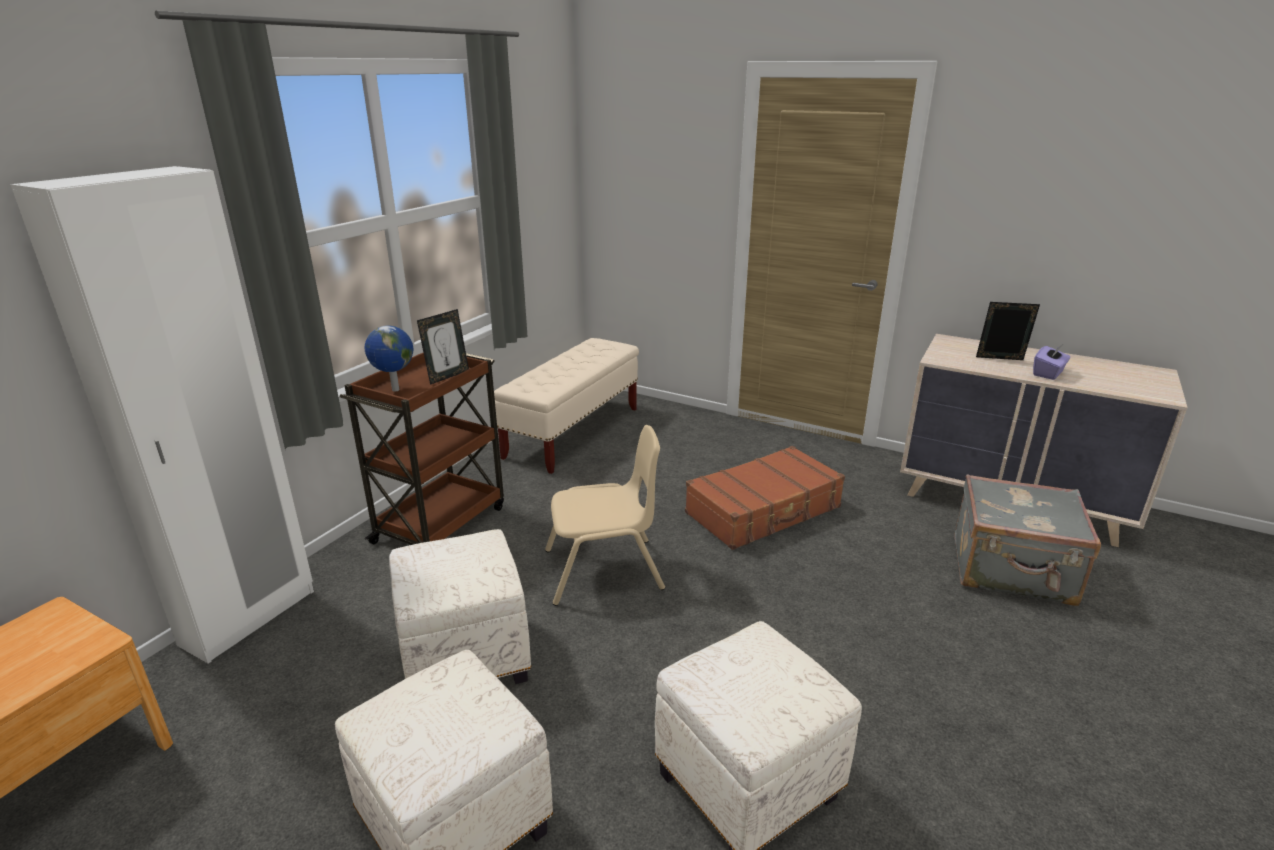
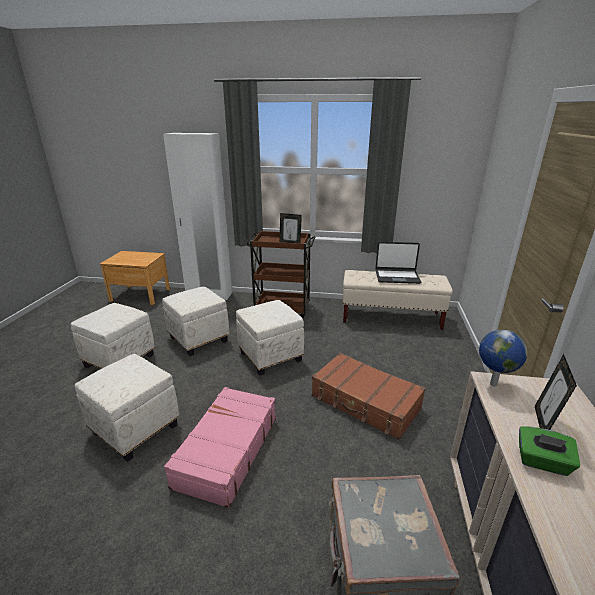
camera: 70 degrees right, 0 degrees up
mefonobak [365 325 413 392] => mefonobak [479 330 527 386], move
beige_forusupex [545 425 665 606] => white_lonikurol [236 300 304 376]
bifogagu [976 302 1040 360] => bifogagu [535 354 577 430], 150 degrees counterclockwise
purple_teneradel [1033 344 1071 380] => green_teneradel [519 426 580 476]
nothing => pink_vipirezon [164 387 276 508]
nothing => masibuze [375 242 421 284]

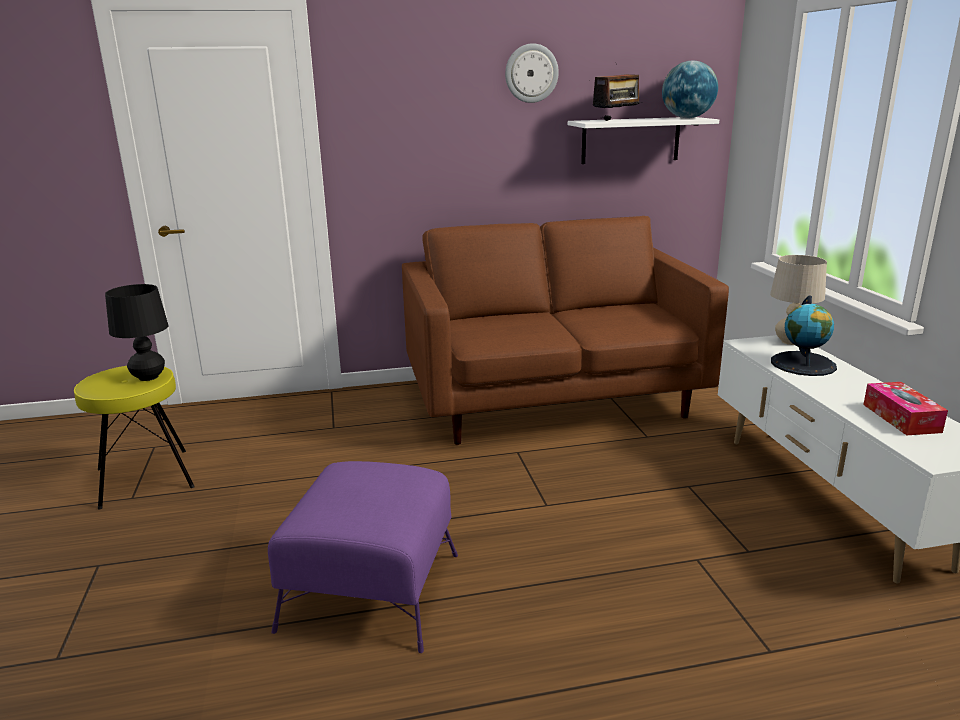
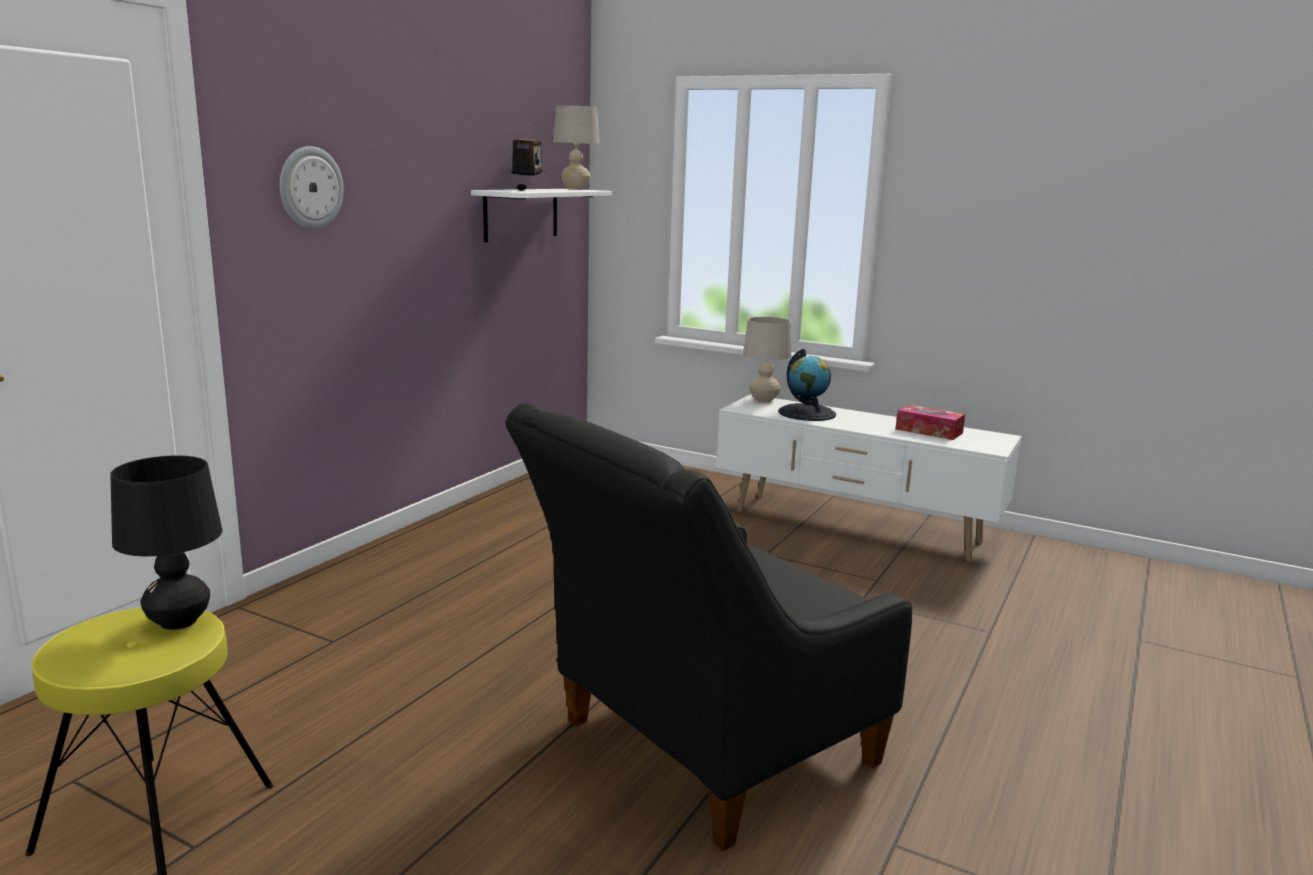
camera: 50 degrees left, 5 degrees down
purple_lonikurol [268 461 458 653] => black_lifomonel [505 403 912 851]
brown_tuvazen [402 216 729 445] => nothing
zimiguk [505 43 559 103] => zimiguk [280 146 344 229], move
mefonobak [662 60 718 118] => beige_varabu [553 105 600 190]

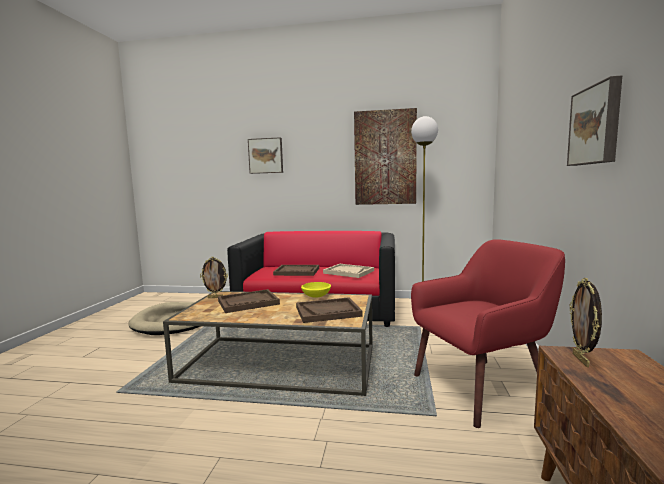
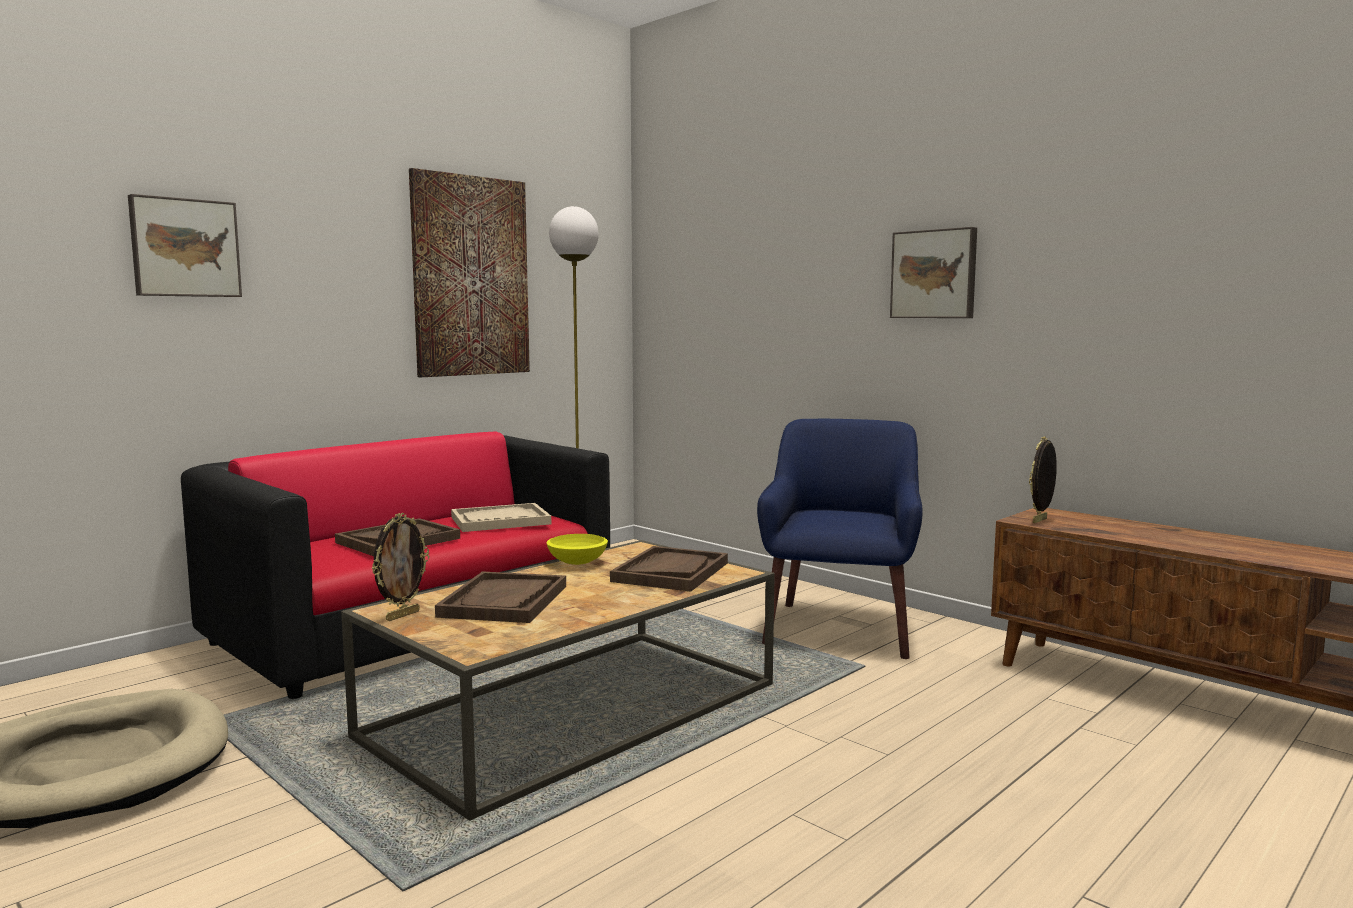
camera: 55 degrees left, 0 degrees up
red_lifomonel [411 239 565 428] => blue_lifomonel [757 419 923 659]
bifogagu [570 278 602 367] => bifogagu [1029 437 1057 523], 90 degrees clockwise

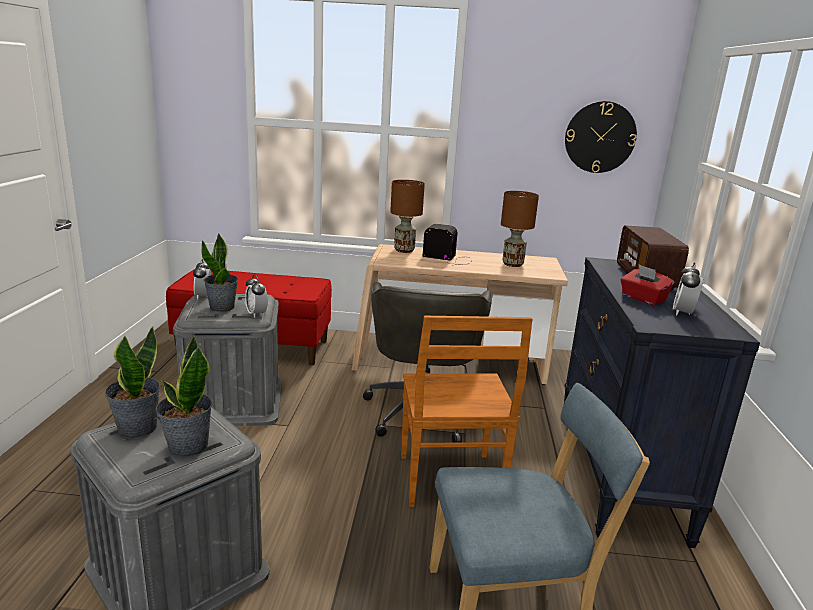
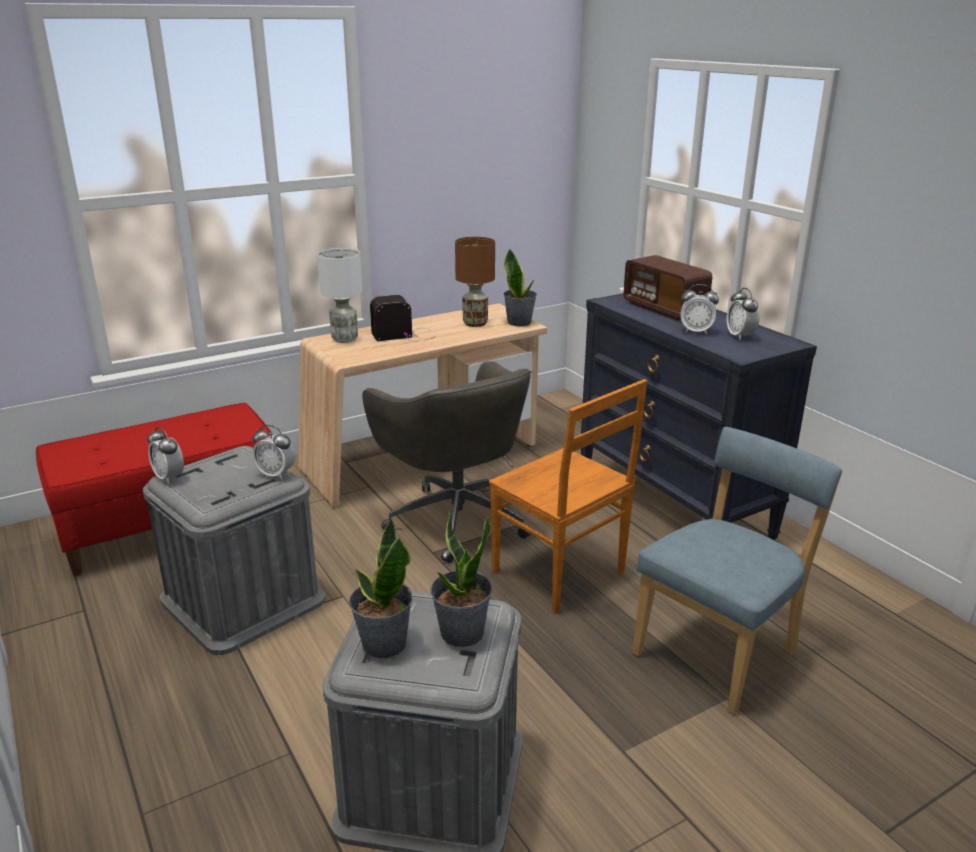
camera: 35 degrees left, 5 degrees up
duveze [201 234 238 312] => duveze [504 248 537 327], move
brown_varabu [390 180 425 253] => white_varabu [317 248 362 343]
zimiguk [565 101 637 173] => nothing
red_teneradel [621 265 674 305] => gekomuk [681 284 719 334]

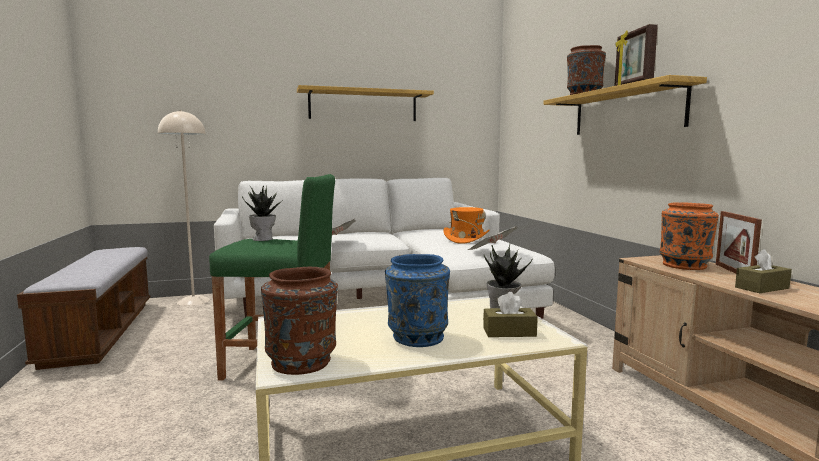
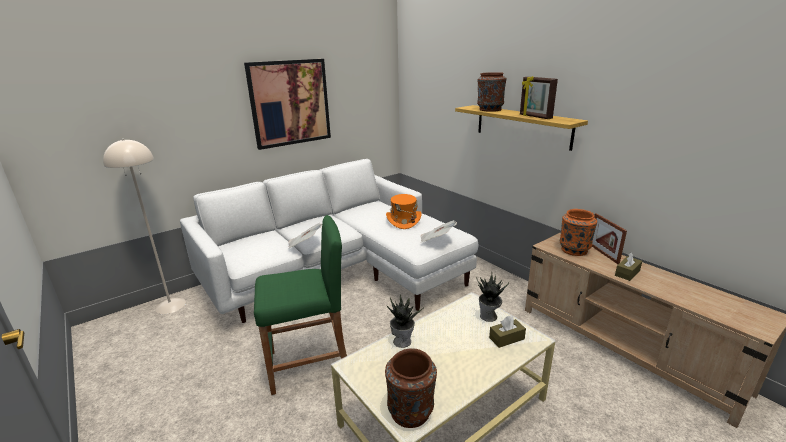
camera: 20 degrees left, 15 degrees up
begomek [17 247 150 370] => nothing
duveze [242 185 284 241] => duveze [387 294 422 348], move
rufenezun [297 85 434 121] => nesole [244 59 331 150]
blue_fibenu [385 254 450 347] => nothing

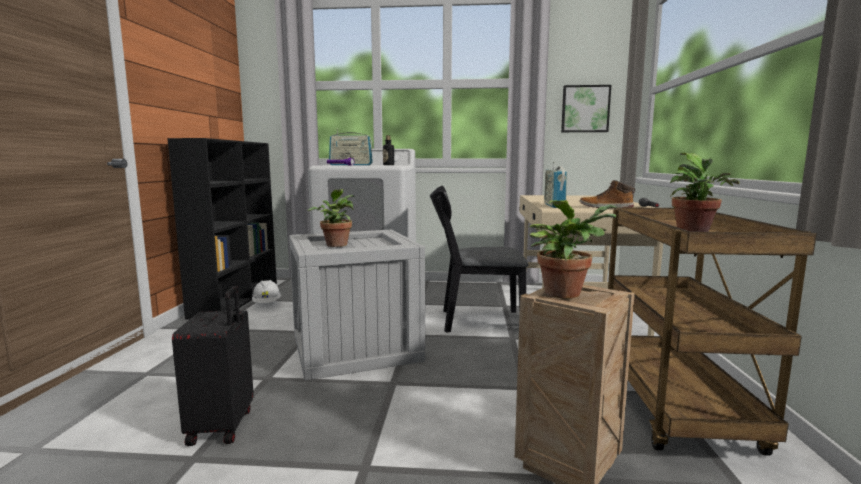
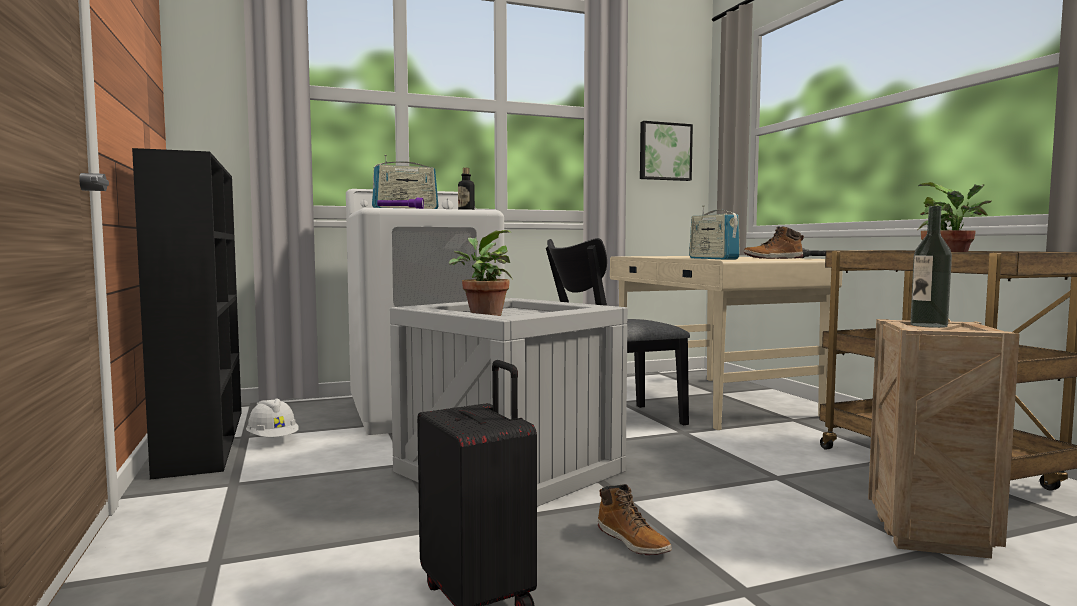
camera: 25 degrees left, 5 degrees down
duveze [529 200 617 299] => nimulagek [910 206 952 328]
nothing => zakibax [598 484 672 555]

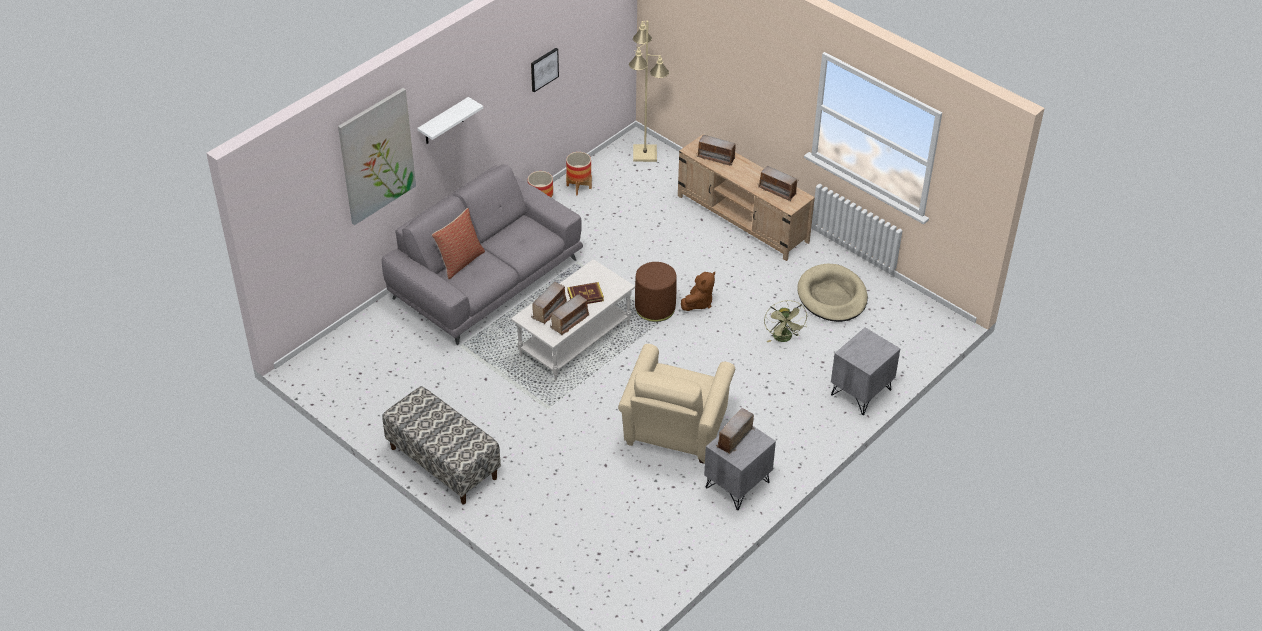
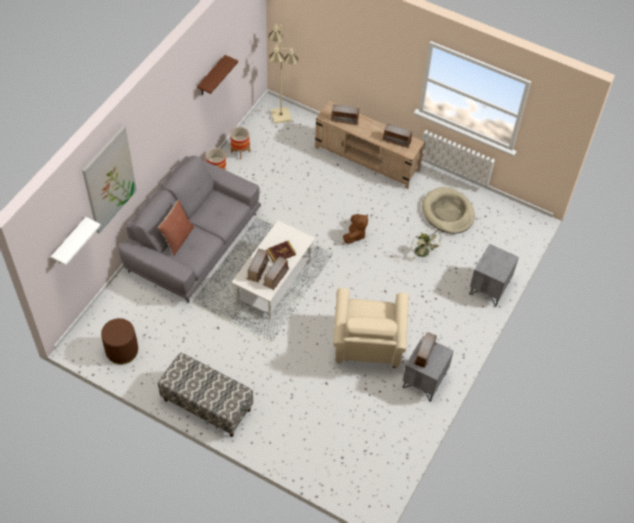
camera: 15 degrees left, 10 degrees up
white_rufenezun [417 97 483 144] => white_rufenezun [51 217 101 265], move
nesole [531 48 559 92] => brown_rufenezun [197 55 238 95]
brown_lonikurol [635 262 677 322] => brown_lonikurol [101 318 138 365], move

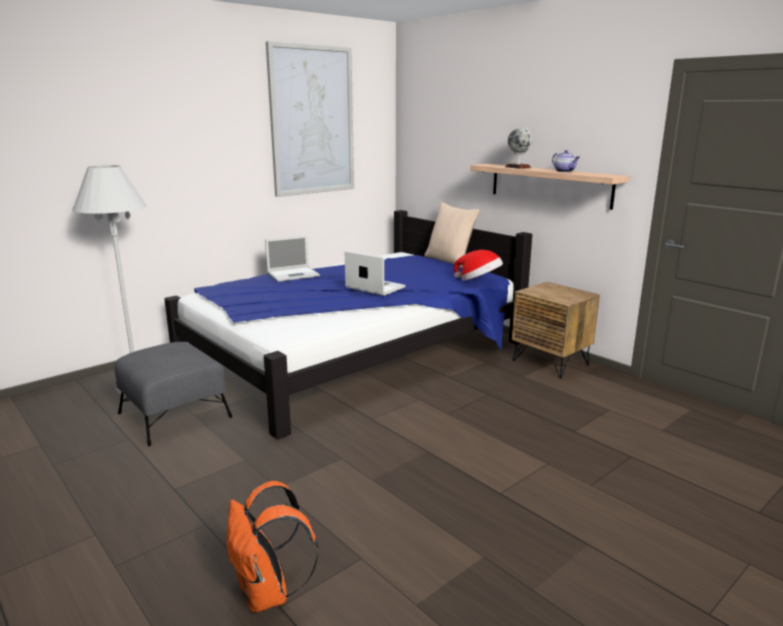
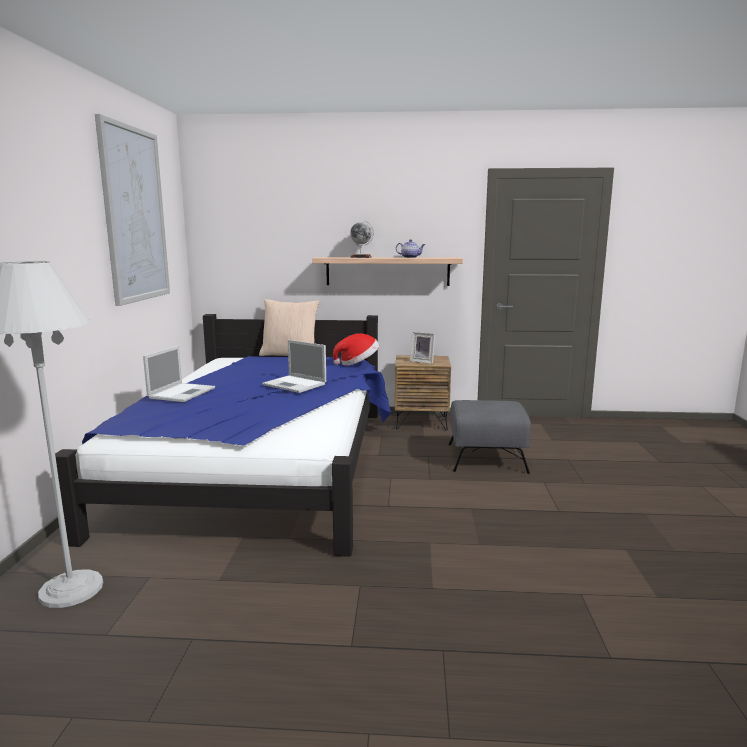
camera: 45 degrees left, 5 degrees down
grey_lonikurol [115 342 232 446] => grey_lonikurol [448 400 531 474], move
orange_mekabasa [226 481 319 613] => nothing
masibuze [345 251 405 296] => masibuze [262 340 326 393], 135 degrees counterclockwise
nothing => bifogagu [410 332 435 364]

